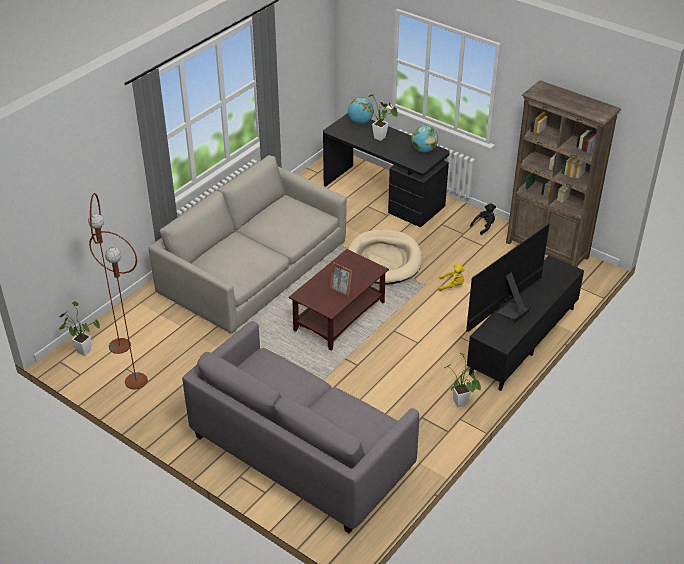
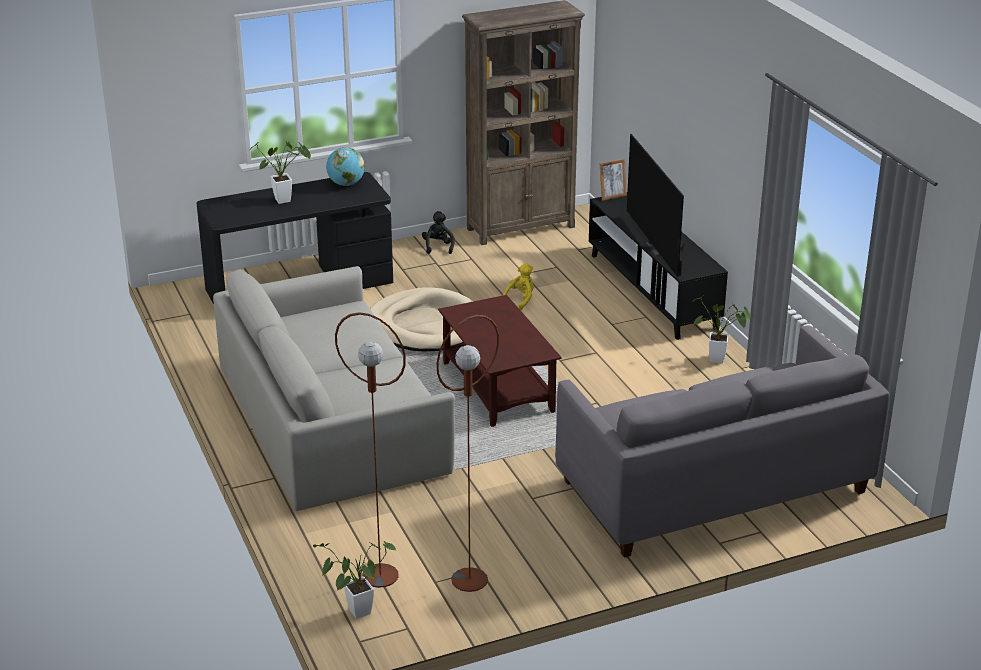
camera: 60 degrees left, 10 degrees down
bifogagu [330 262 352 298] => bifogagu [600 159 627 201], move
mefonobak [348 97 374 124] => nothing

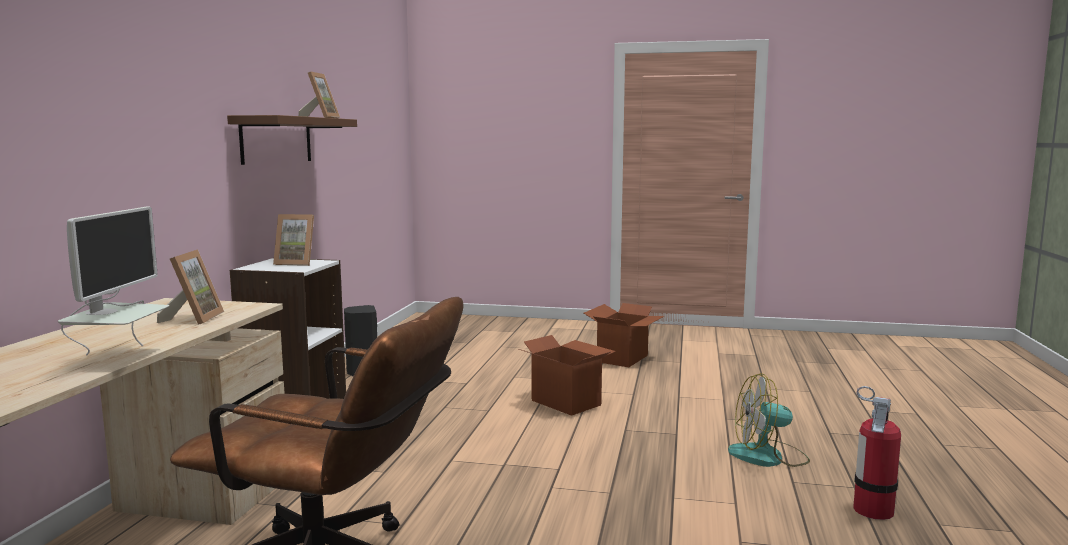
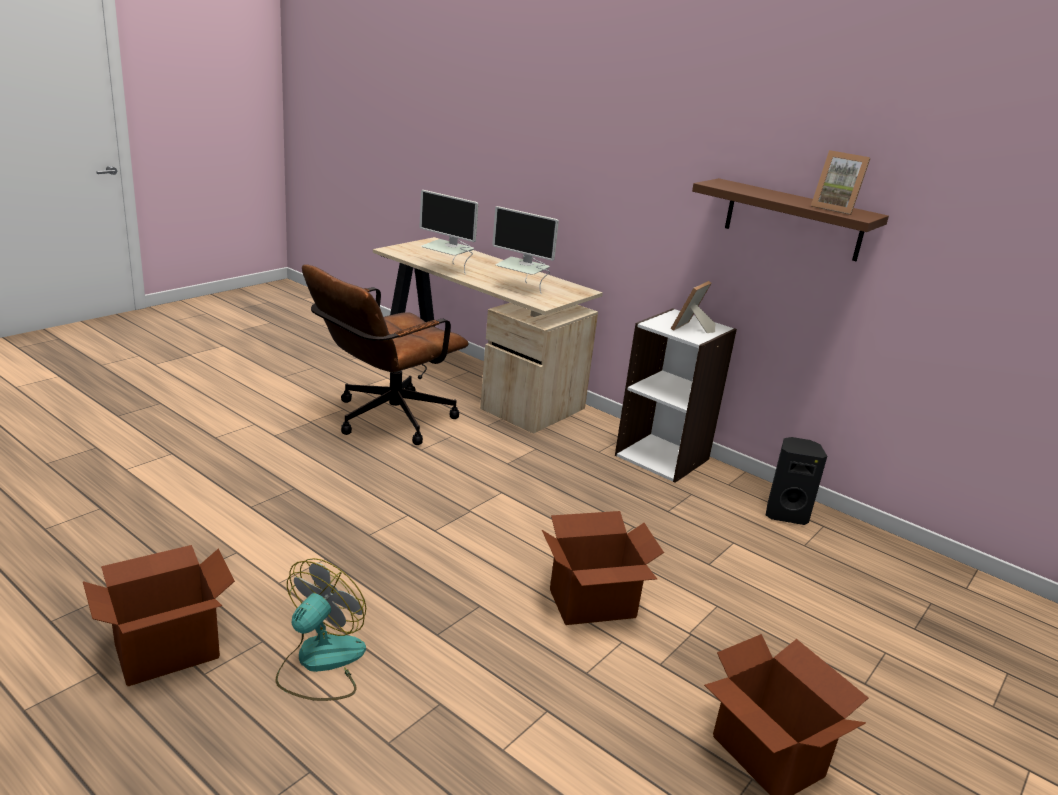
camera: 115 degrees right, 15 degrees up
bifogagu [157 249 224 325] => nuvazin [492 206 559 293]
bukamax [853 386 901 520] => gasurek [83 545 235 687]

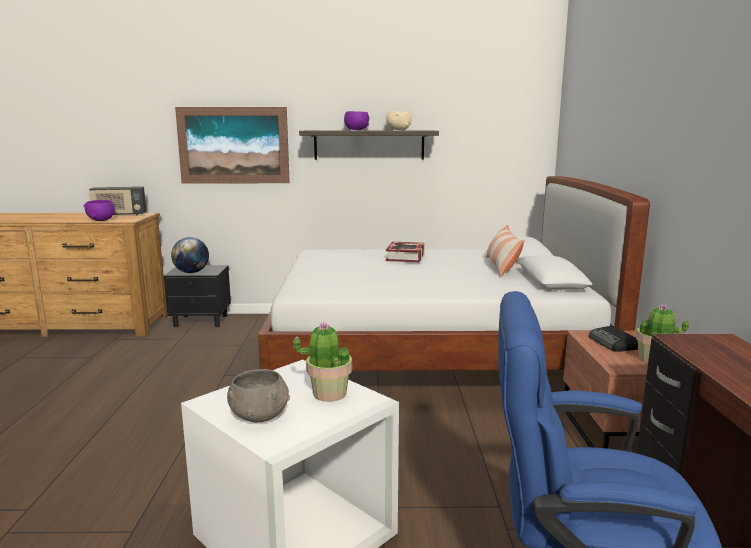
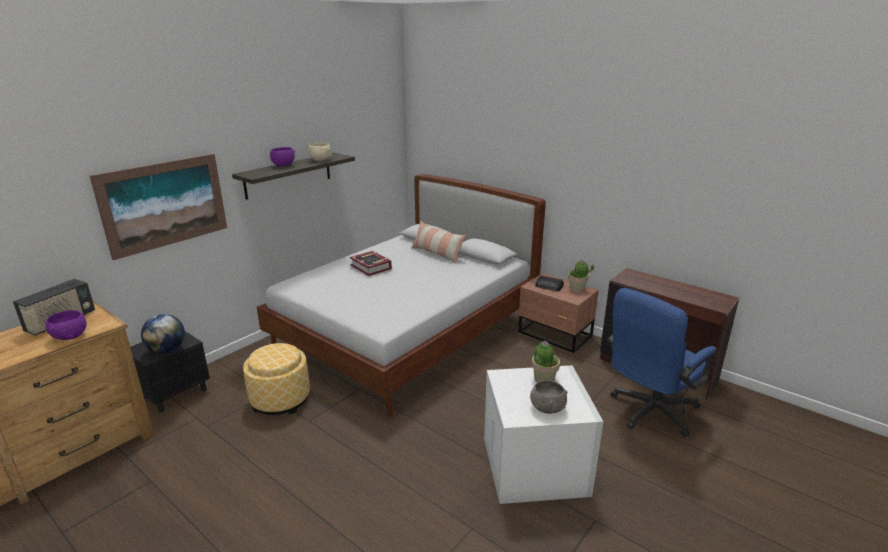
camera: 50 degrees left, 10 degrees up
nothing => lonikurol [243 343 310 415]

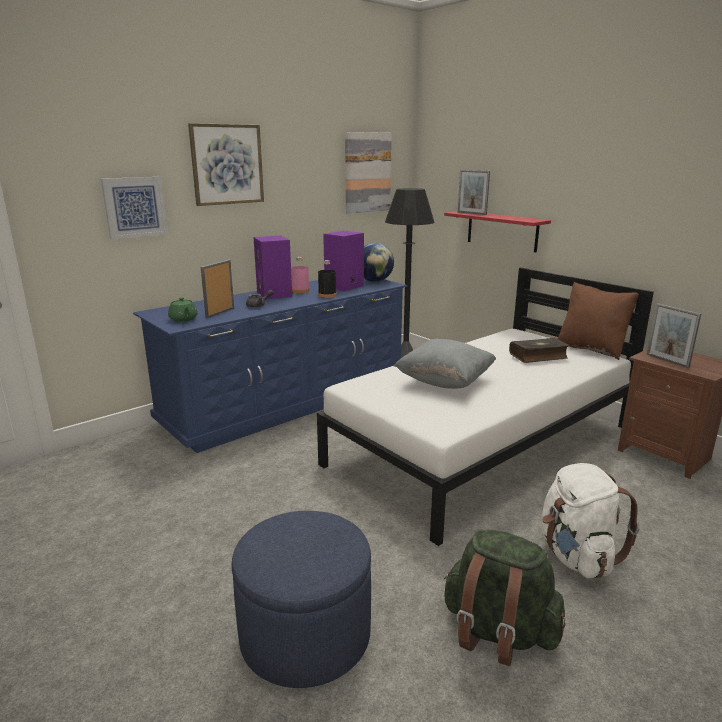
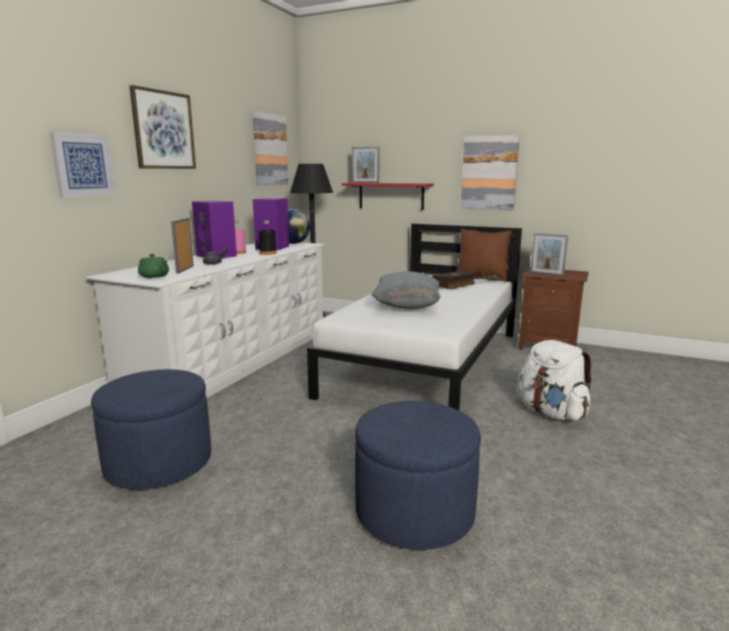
camera: 25 degrees left, 5 degrees down
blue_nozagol [133 279 407 453] => white_nozagol [86 242 325 398]
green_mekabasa [444 530 565 666] => nothing
nothing => blue_lonikurol [91 369 211 490]
nothing => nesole [461 135 520 210]

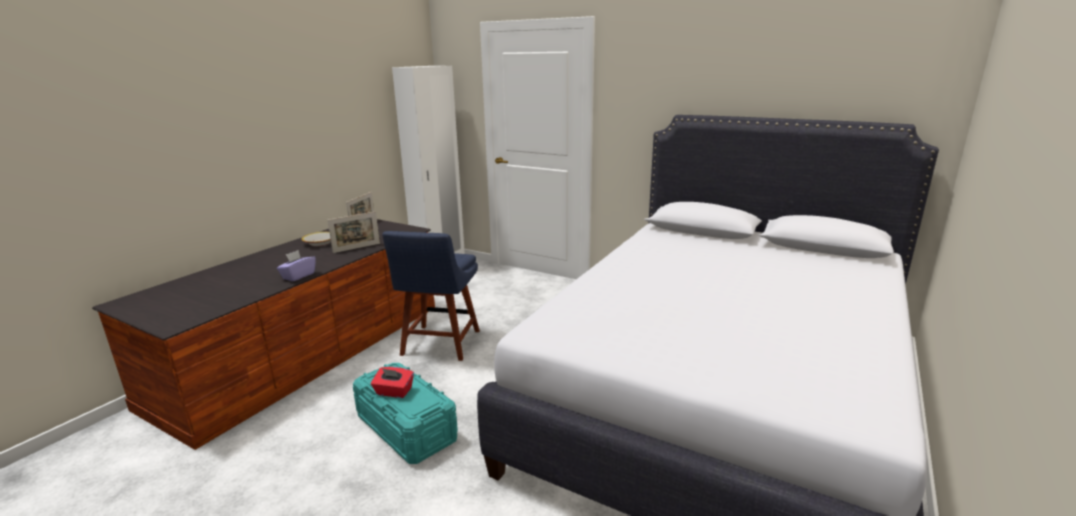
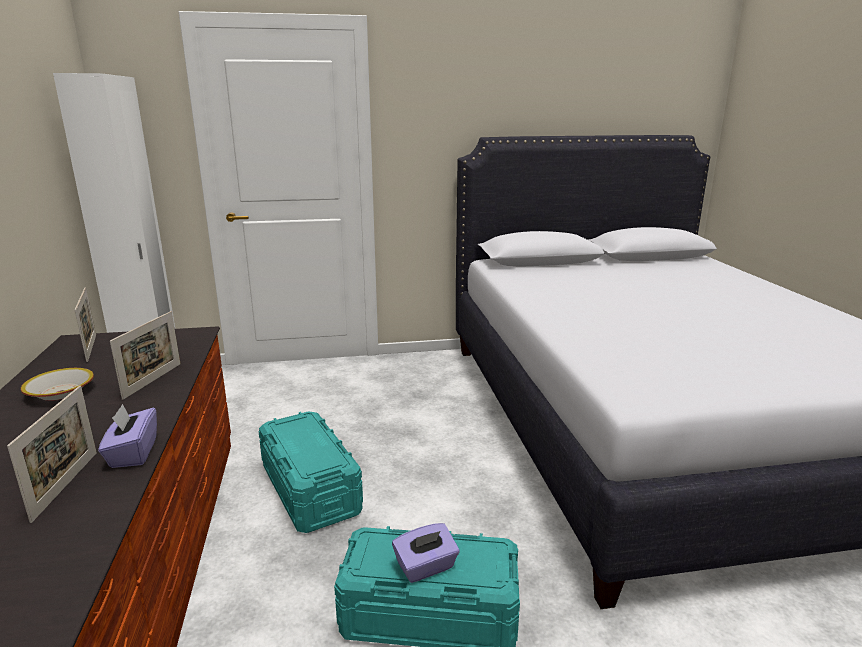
camera: 40 degrees left, 0 degrees up
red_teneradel [371 367 414 398] => purple_teneradel [392 523 459 583]
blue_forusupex [382 231 480 361] => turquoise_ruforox [258 411 363 533]
nothing => bifogagu [7 386 97 523]

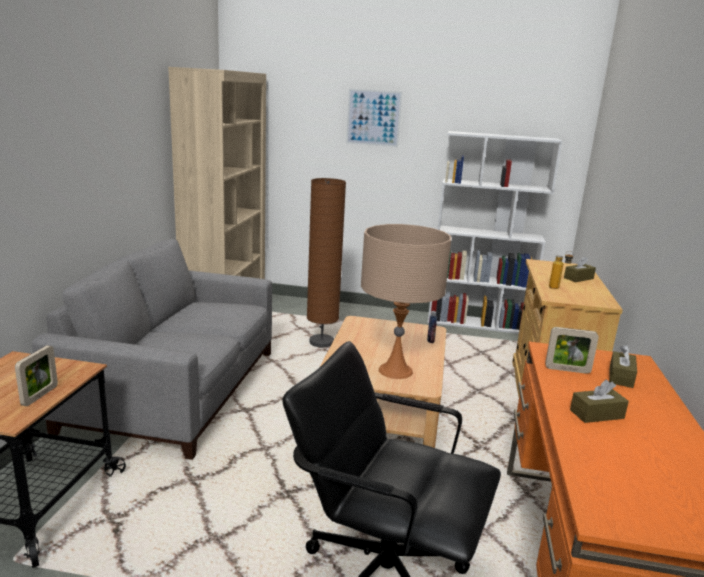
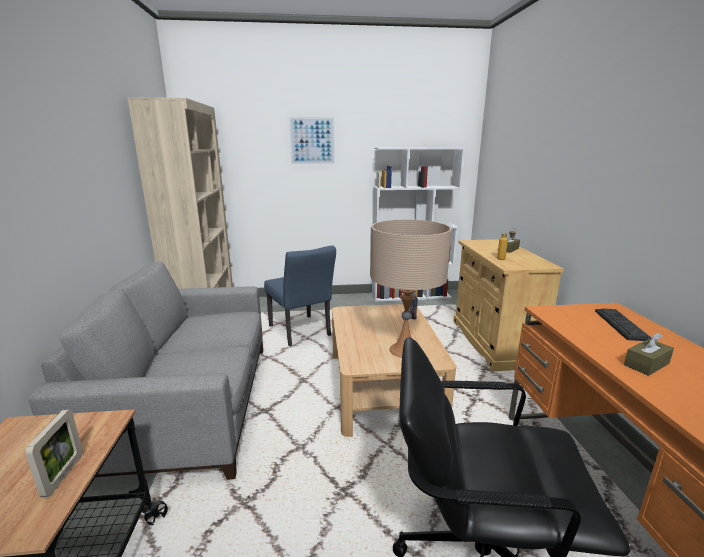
camera: 15 degrees left, 0 degrees up
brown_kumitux [307 178 346 348] => blue_forusupex [264 245 336 346]
bifogagu [545 327 599 374] => nothing
brown_teneradel [609 345 637 388] => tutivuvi [595 308 651 341]

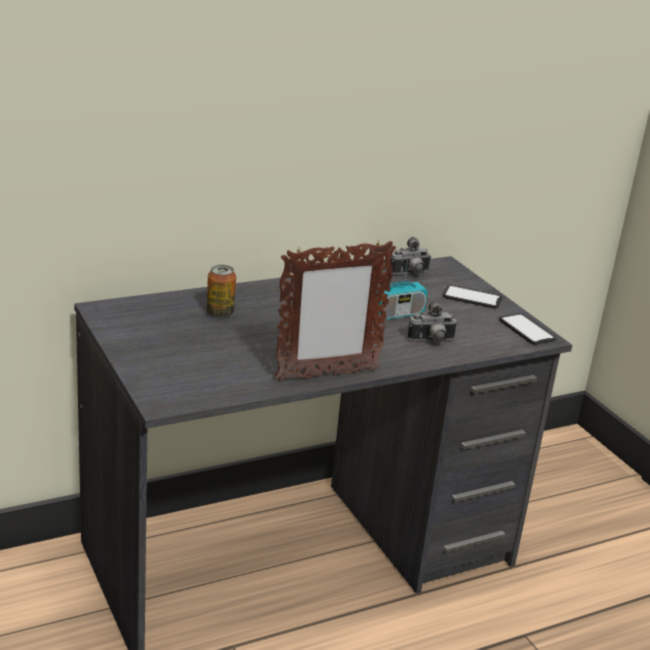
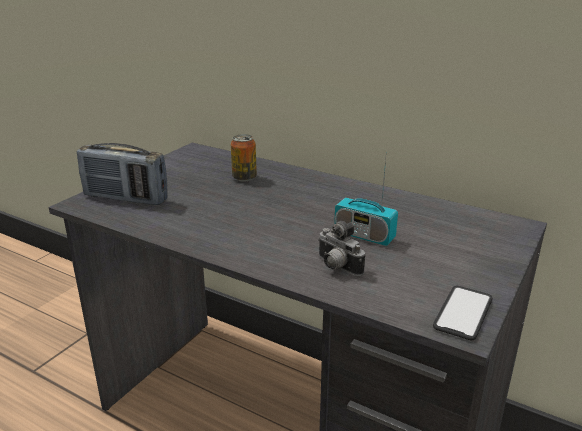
camera: 60 degrees right, 0 degrees up
bifogagu [275 240 396 382] => nothing
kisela [391 237 431 275] => nothing
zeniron [443 285 502 308] => nothing
nothing => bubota [77 143 168 205]

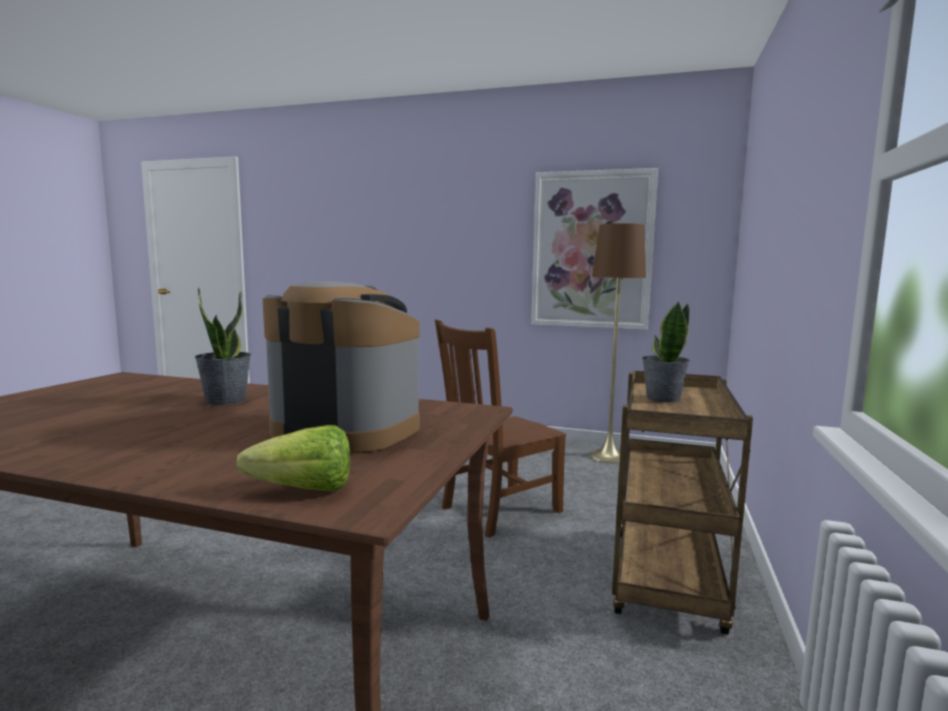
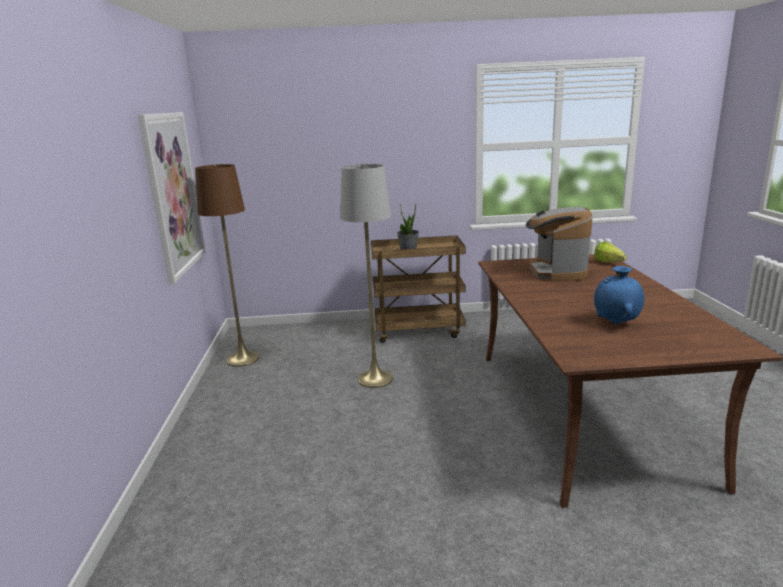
camera: 110 degrees left, 10 degrees up
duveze [194 288 251 406] => nothing
brown_forusupex [435 319 566 538] => grey_kumitux [340 164 393 388]
nothing => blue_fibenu [594 266 645 324]

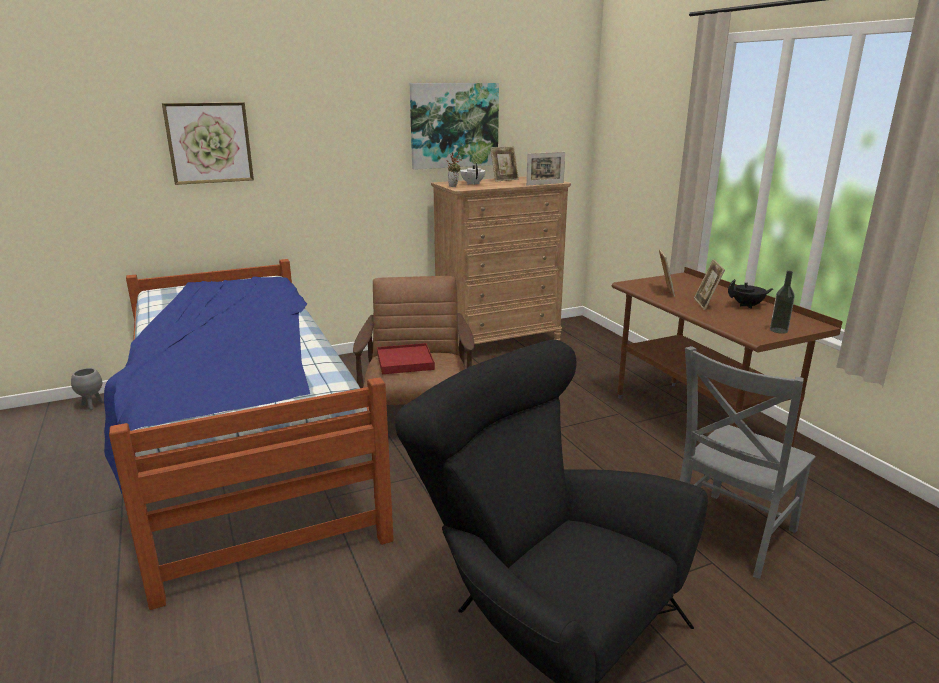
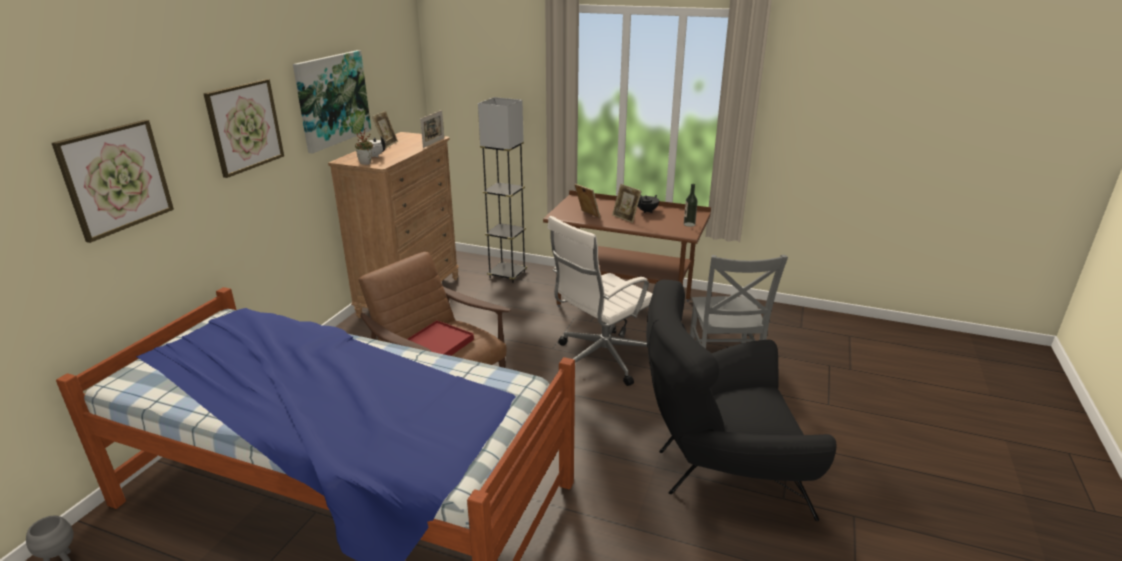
camera: 45 degrees left, 5 degrees up
nothing => nesole [203 79 284 178]
nothing => grey_kumitux [478 97 527 283]
nothing => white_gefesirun [548 216 653 386]

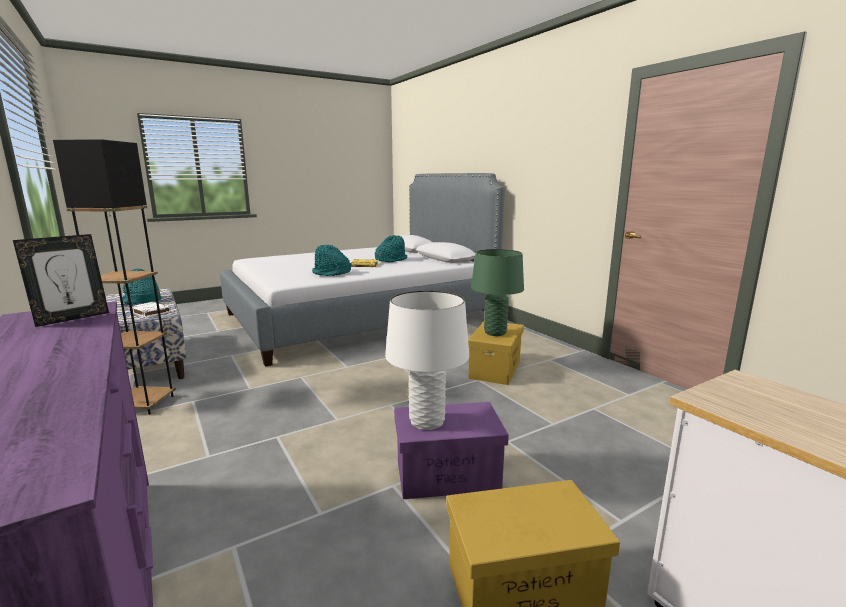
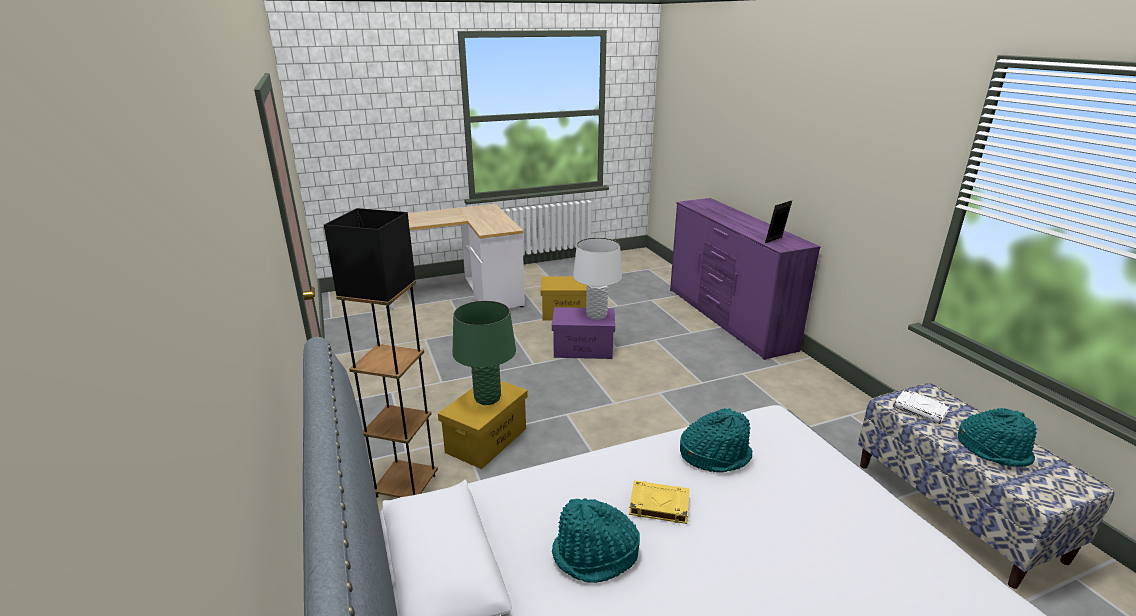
camera: 170 degrees left, 10 degrees up
black_kumitux [53 139 176 415] => black_kumitux [324 208 438 498], move

